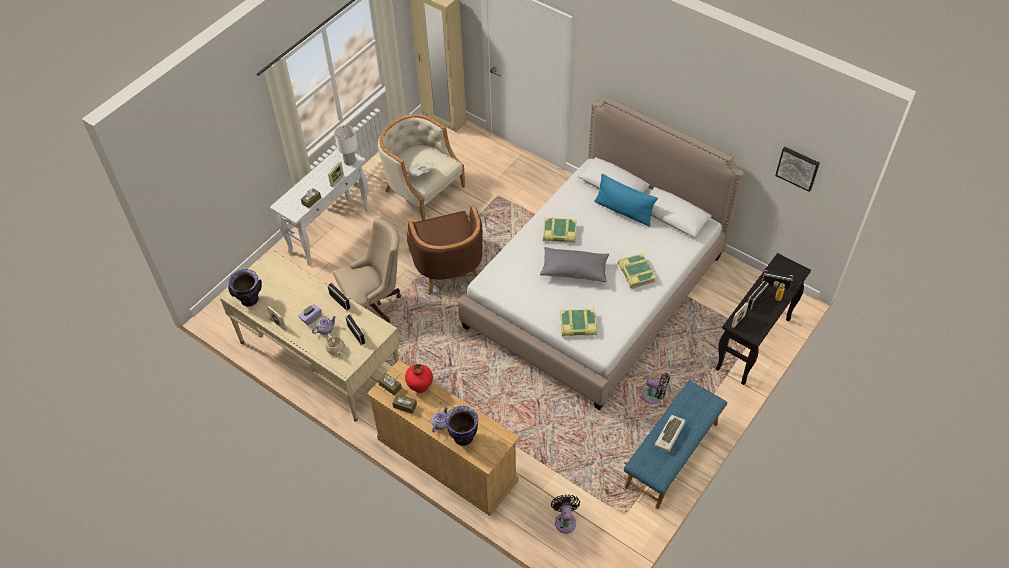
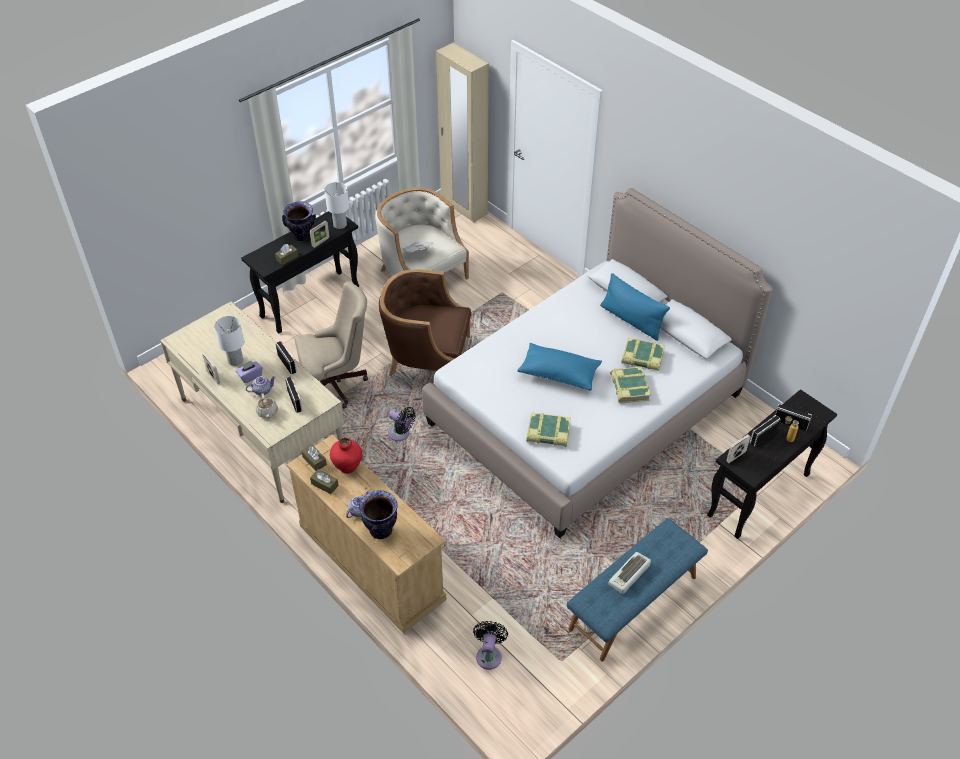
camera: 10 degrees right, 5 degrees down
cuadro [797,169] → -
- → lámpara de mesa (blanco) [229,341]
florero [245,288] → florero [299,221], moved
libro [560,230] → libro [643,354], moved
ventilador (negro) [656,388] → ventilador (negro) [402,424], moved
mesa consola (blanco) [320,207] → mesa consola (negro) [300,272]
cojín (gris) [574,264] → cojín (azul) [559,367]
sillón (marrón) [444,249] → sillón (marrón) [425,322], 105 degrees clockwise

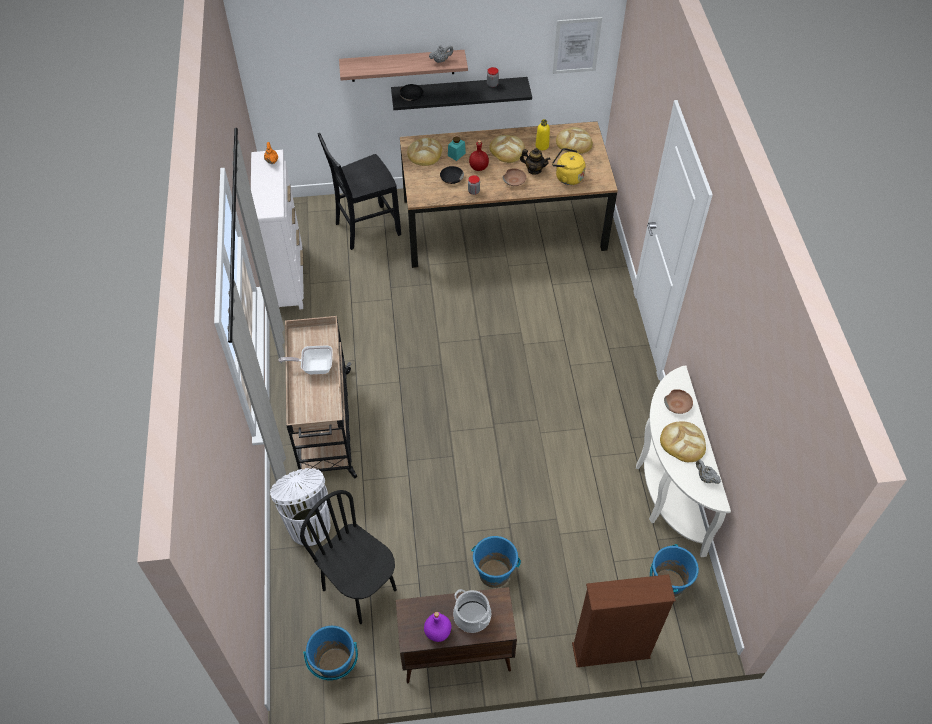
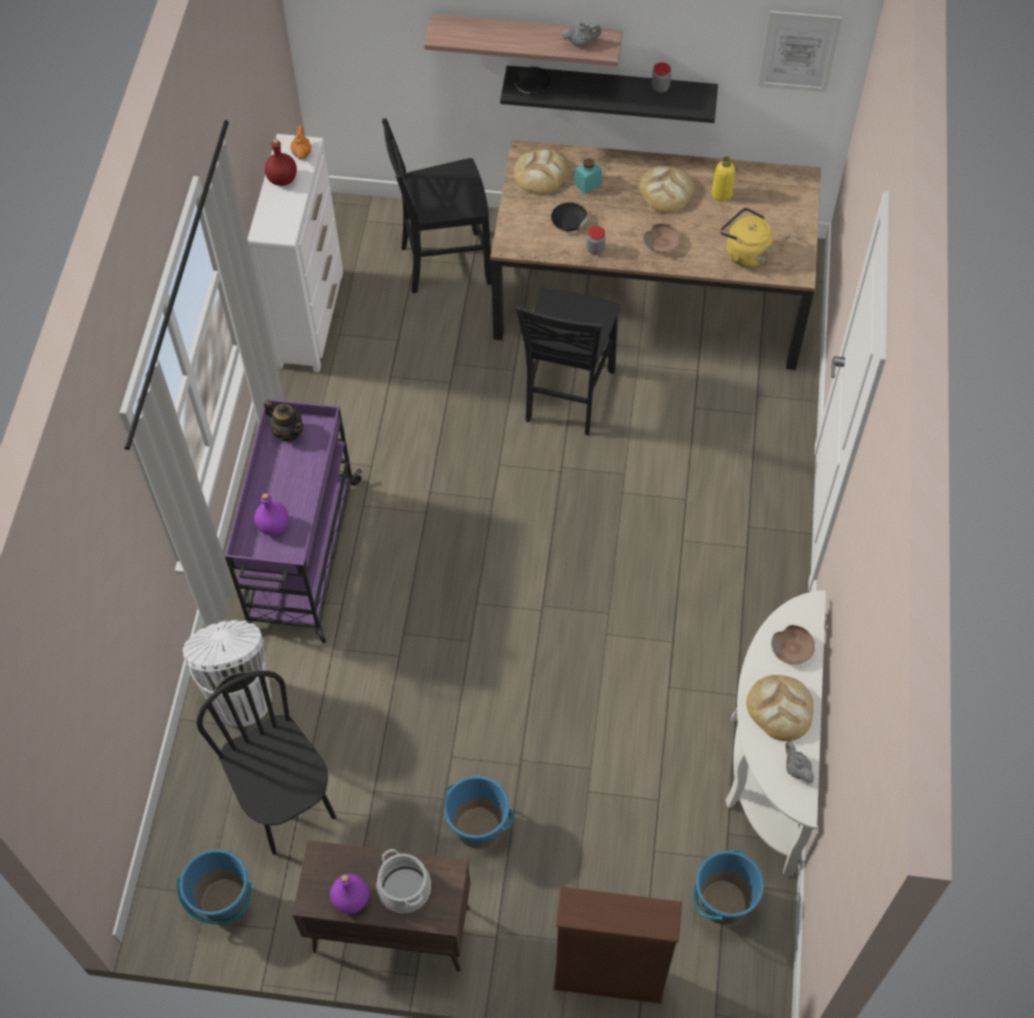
camera: 15 degrees right, 5 degrees up
sartén [305,360] → -
pan [574,140] → -
- → botella (morado) [271,514]
- → silla (negro) [568,361]
botella (rojo) [479,155] → botella (rojo) [281,162], moved
tetera [535,161] → tetera [284,421], moved
carrito (beis) [321,397] → carrito (morado) [294,521]

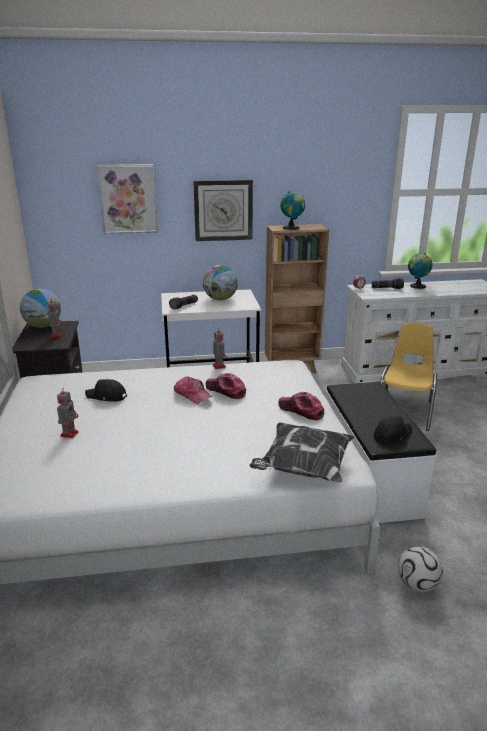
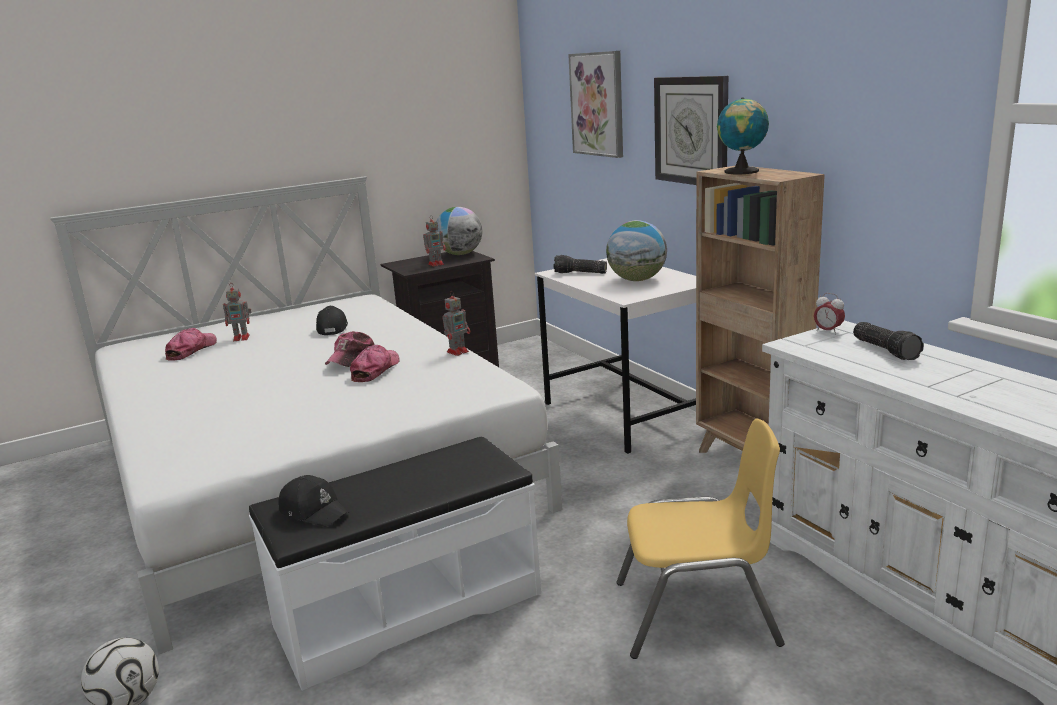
camera: 70 degrees right, 5 degrees down
cojín [301,452] → -
globo terráqueo [420,271] → -
gorra [301,406] → gorra [191,344], moved

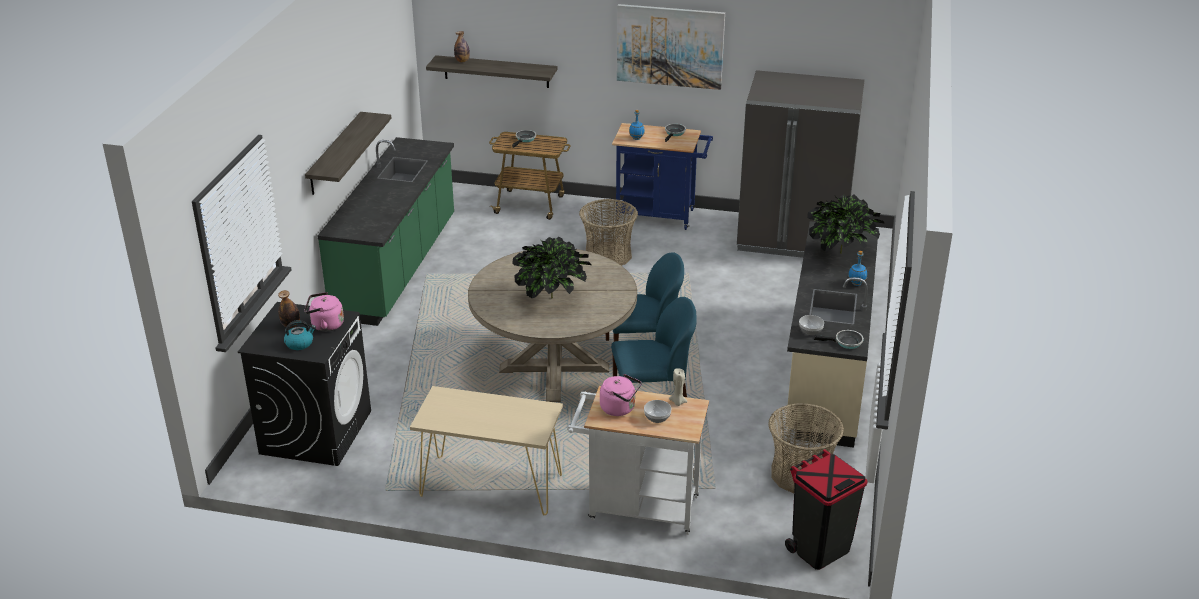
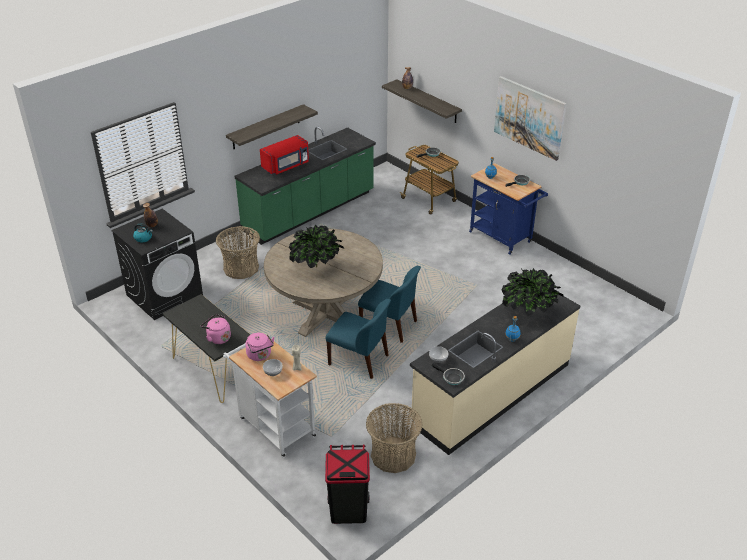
camera: 35 degrees right, 5 degrees up
nevera (gris) [800,164] → -
- → microondas (rojo) [284,155]
hervidor (rosa) [324,312] → hervidor (rosa) [216,329], moved
cesta [608,232] → cesta [238,252], moved
mesa consola (beis) [486,450] → mesa consola (negro) [206,348]

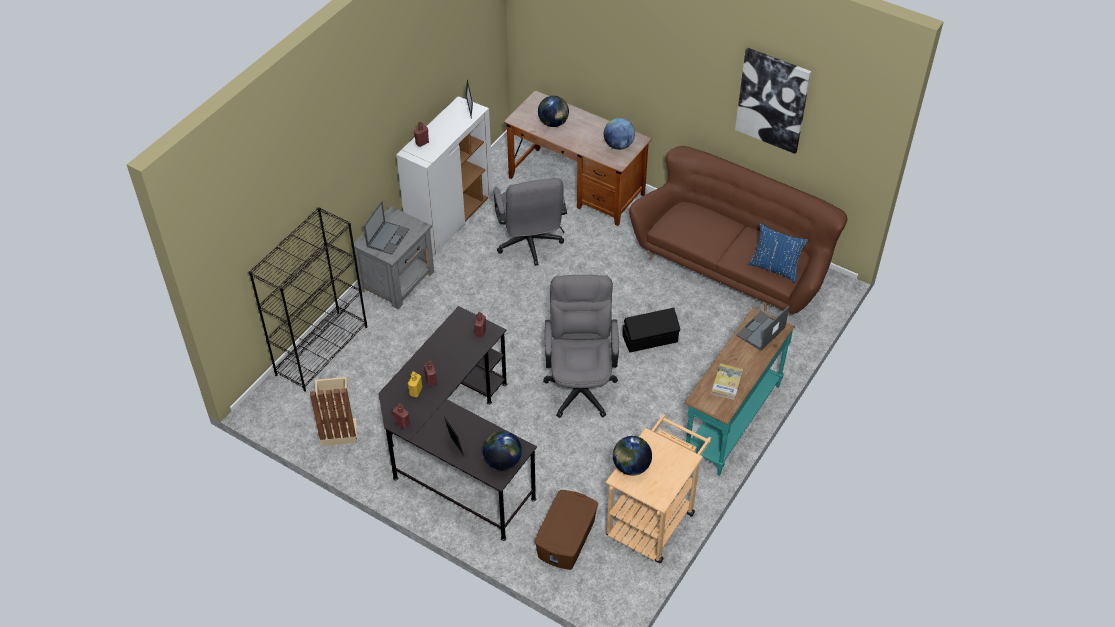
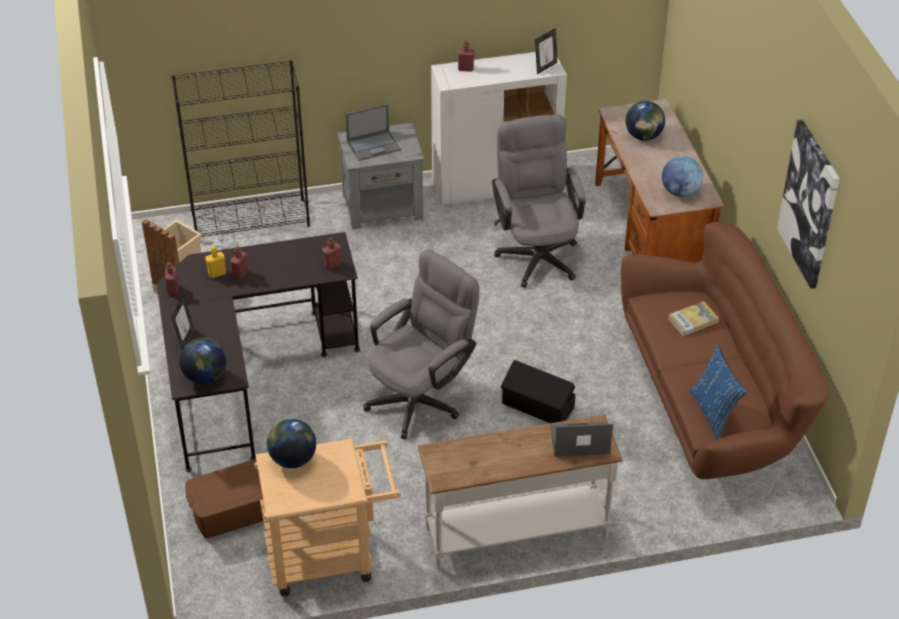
camera: 45 degrees right, 5 degrees down
libro [727,382] → libro [693,318], moved
mesa consola (turquesa) [739,392] → mesa consola (blanco) [520,491]
silla de oficina (gris) [530,222] → silla de oficina (gris) [539,201], 135 degrees clockwise

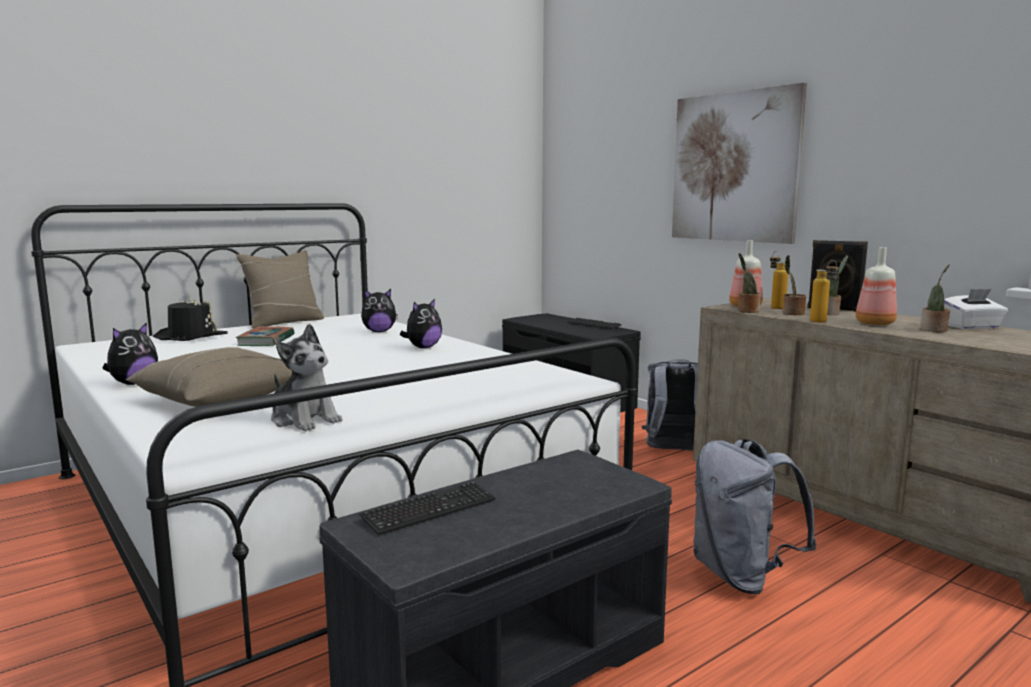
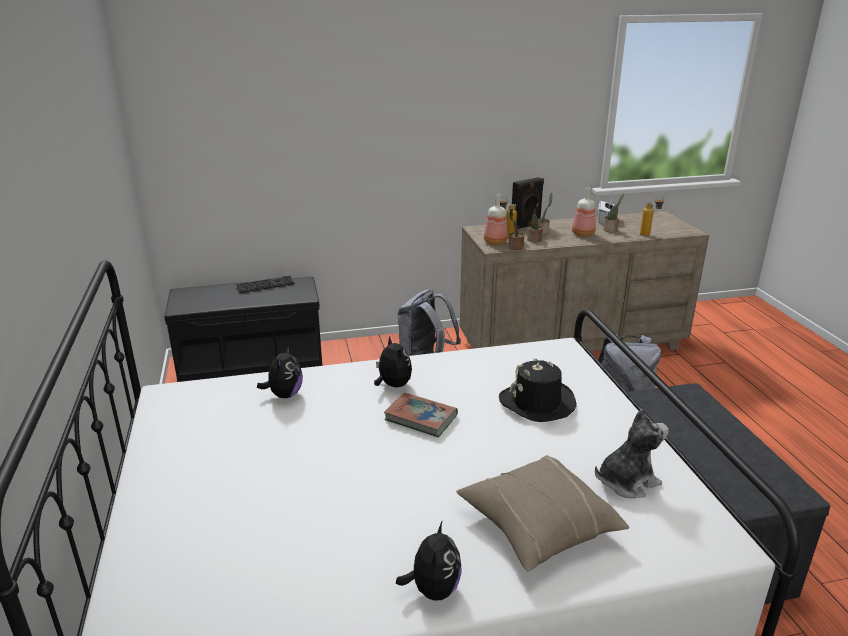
camera: 65 degrees left, 15 degrees up
cojín (beis) [280,289] → -
teclado [427,508] → -
cuadro [739,163] → -
sombrero (negro) [190,319] → sombrero (negro) [538,390], moved
libro [264,336] → libro [421,415], moved
botella [824,291] → botella [652,216], moved
peluche [130,353] → peluche [429,560], 45 degrees clockwise

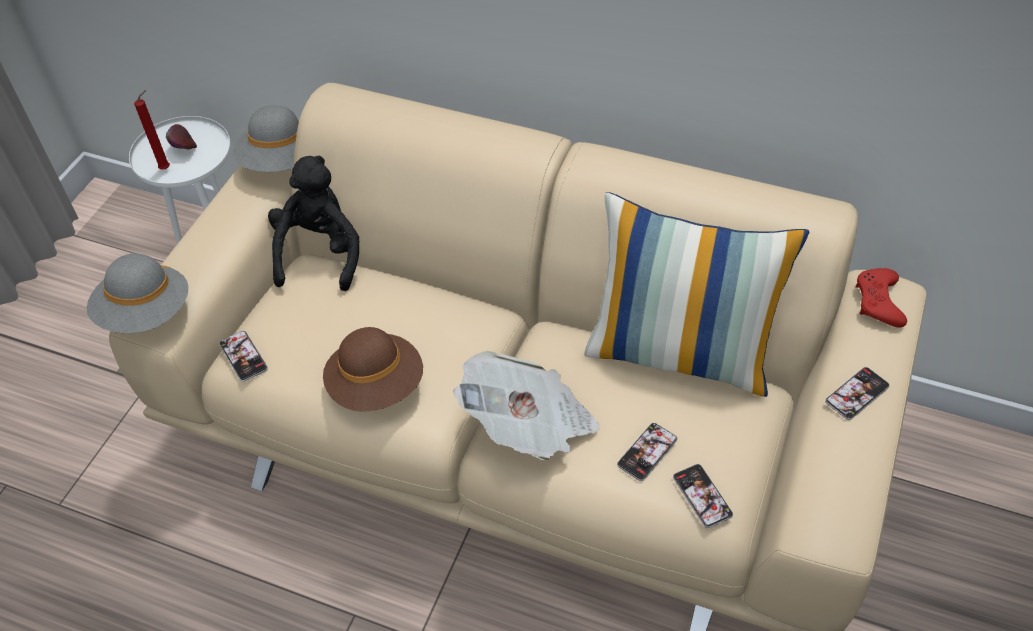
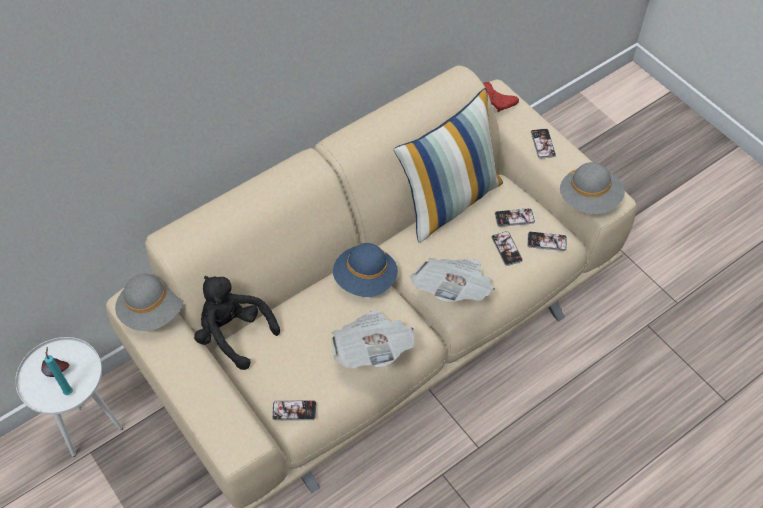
camera: 60 degrees left, 5 degrees up
- → sombrero (azul) [365,270]
- → móvil [515,217]
sombrero (gris) [138,293] → sombrero (gris) [592,188], moved
sombrero (marrón) [373,369] → periódico [373,339]
vela (rojo) [152,130] → vela (turquesa) [58,371]

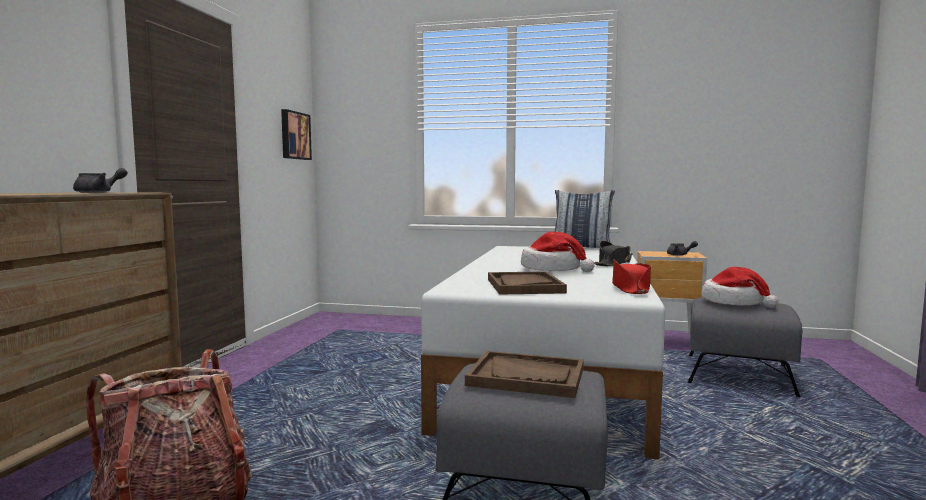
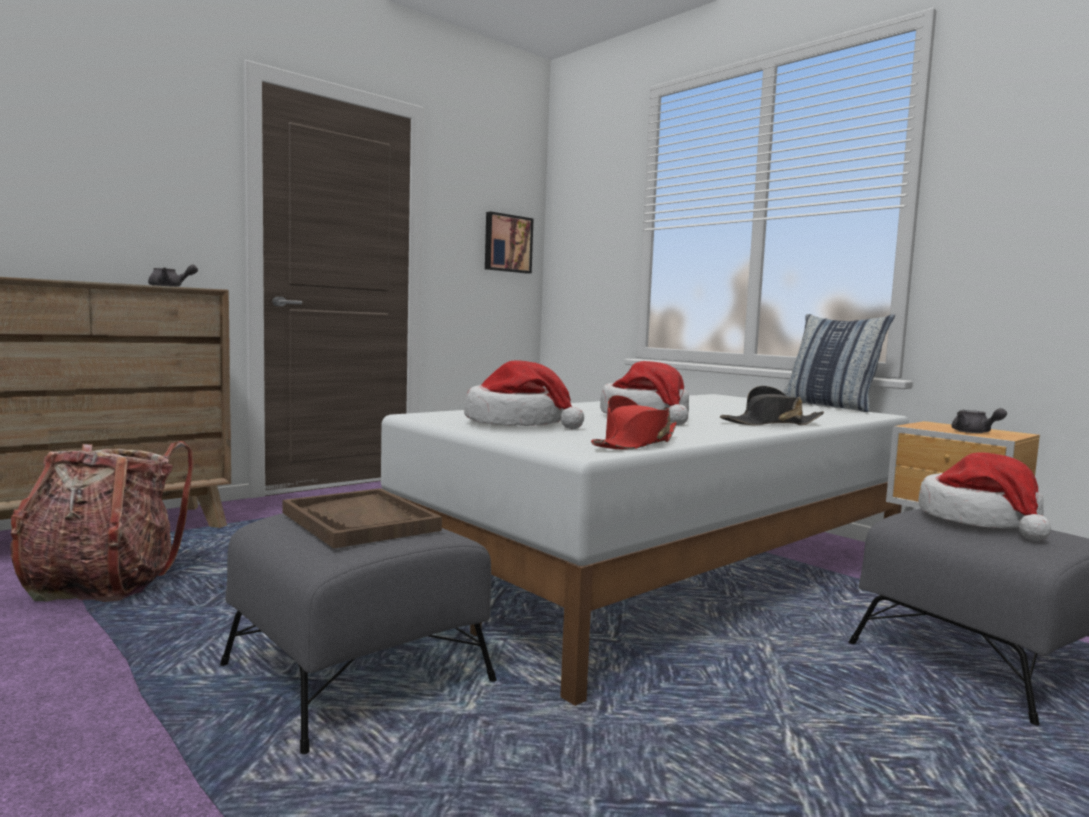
camera: 35 degrees right, 0 degrees up
bandeja (marrón) [527,283] → sombrero [524,395]

